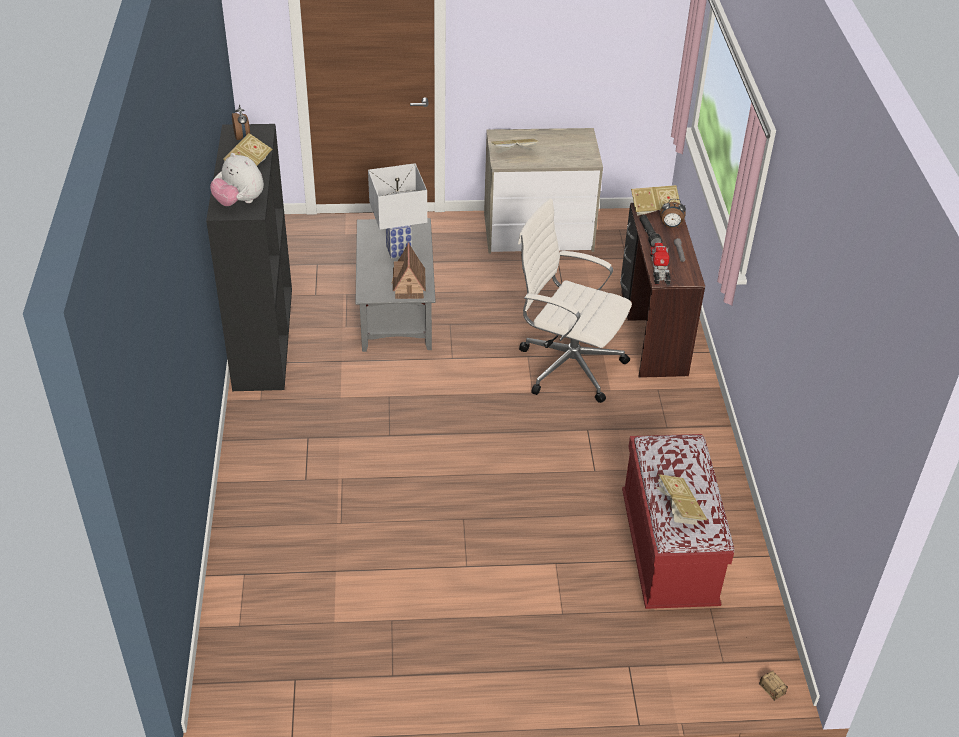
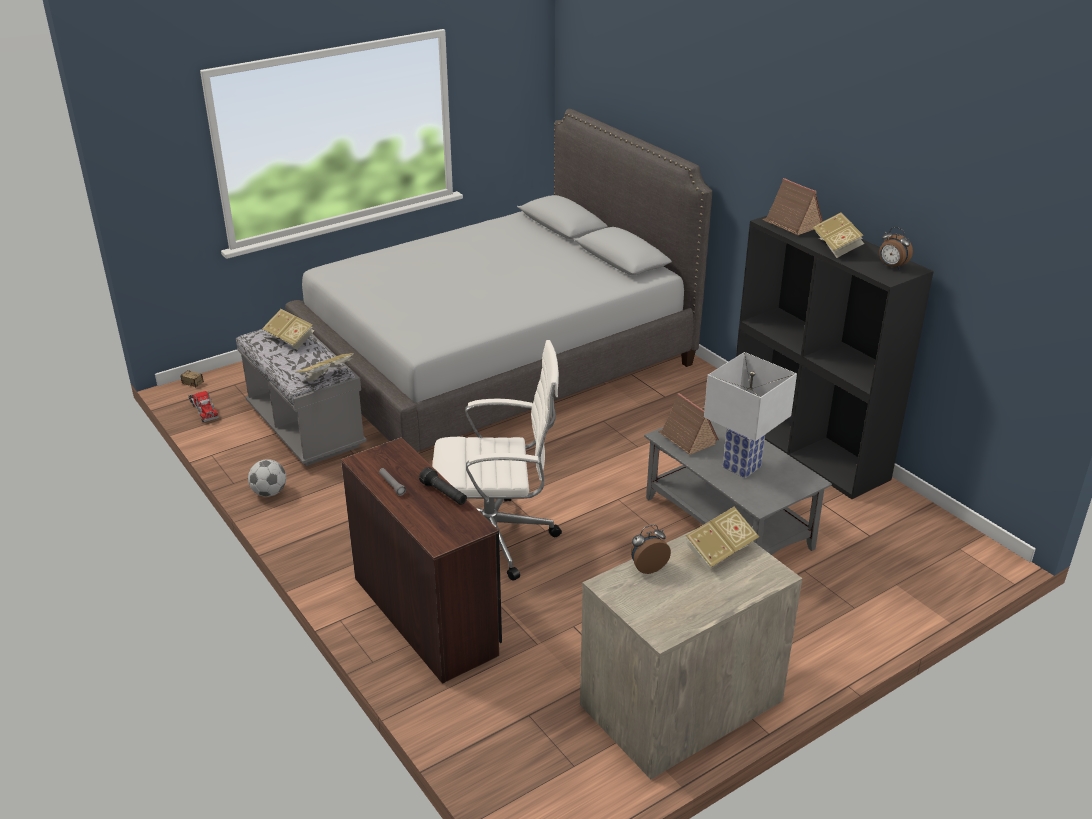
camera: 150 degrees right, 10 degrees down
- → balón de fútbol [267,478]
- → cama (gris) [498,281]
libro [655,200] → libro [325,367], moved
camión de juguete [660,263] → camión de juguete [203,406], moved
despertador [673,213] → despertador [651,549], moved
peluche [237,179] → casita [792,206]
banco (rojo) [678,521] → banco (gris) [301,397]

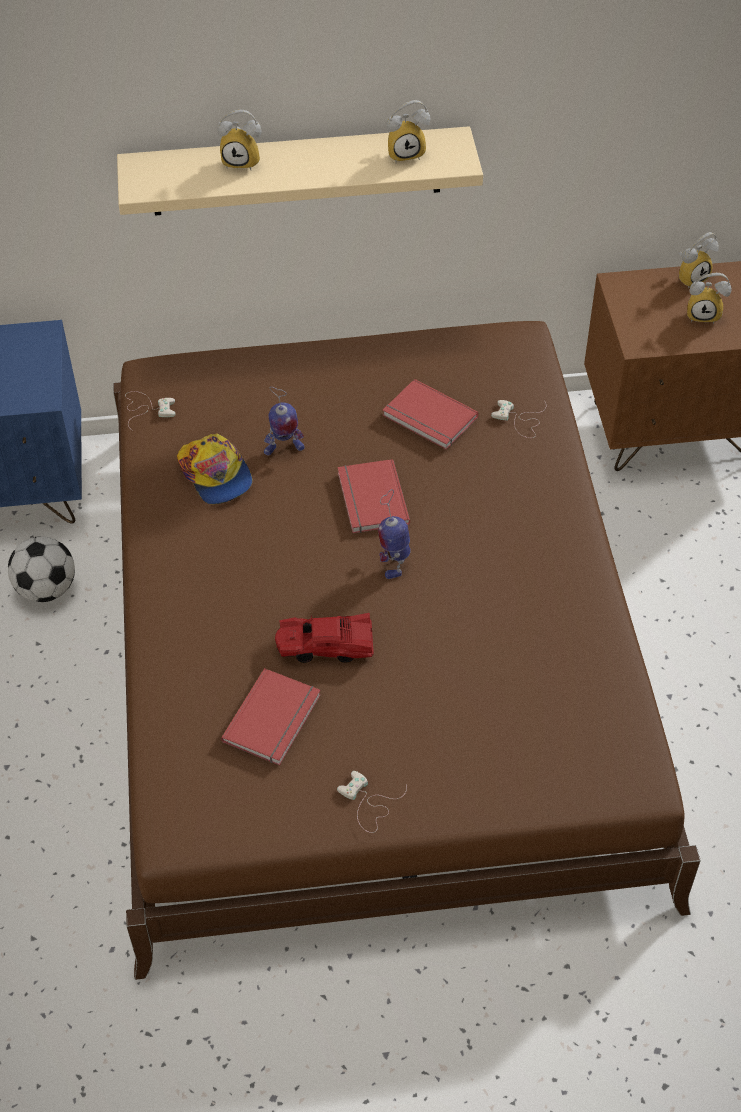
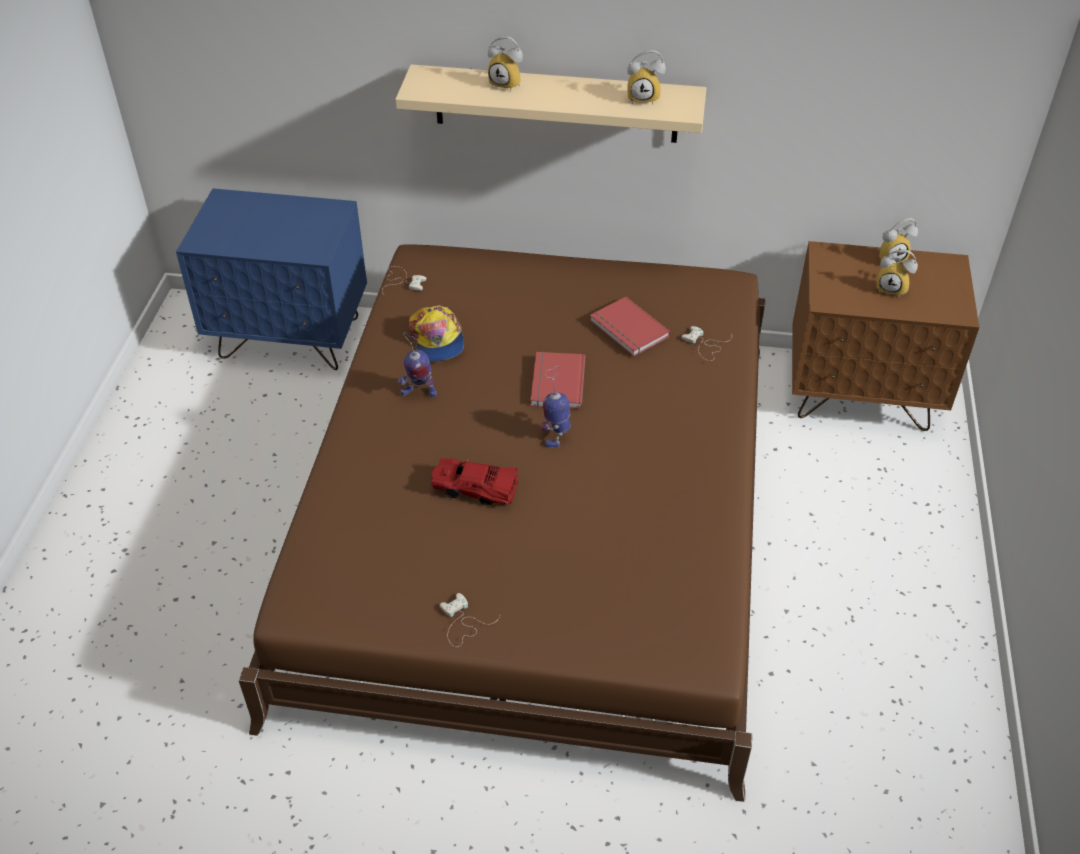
camera: 15 degrees right, 5 degrees down
balón de fútbol [41,569] → -
libro (rojo) [271,717] → -
robot de juguete [284,421] → robot de juguete [417,364], moved

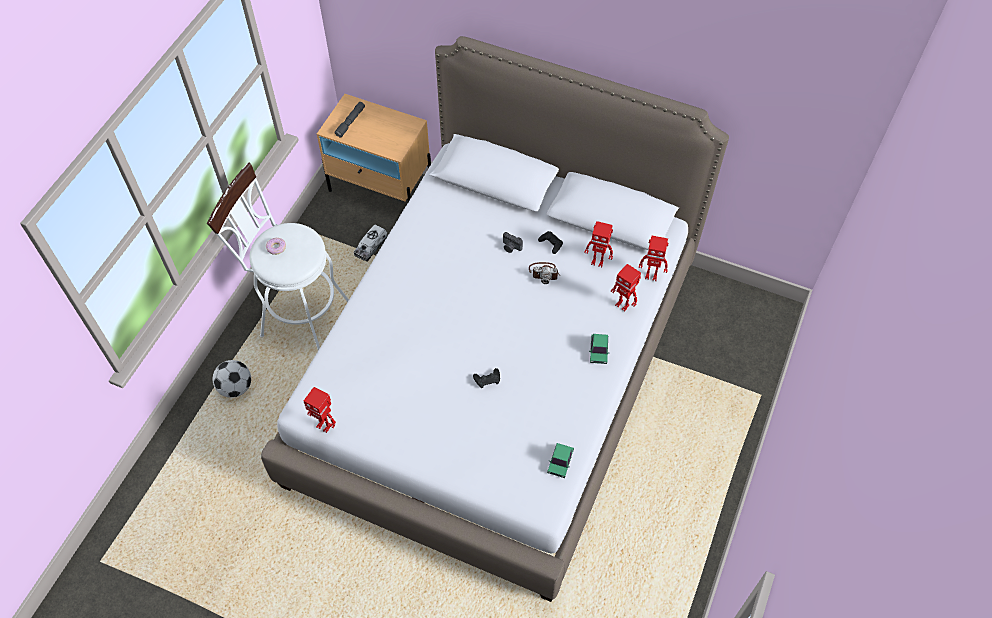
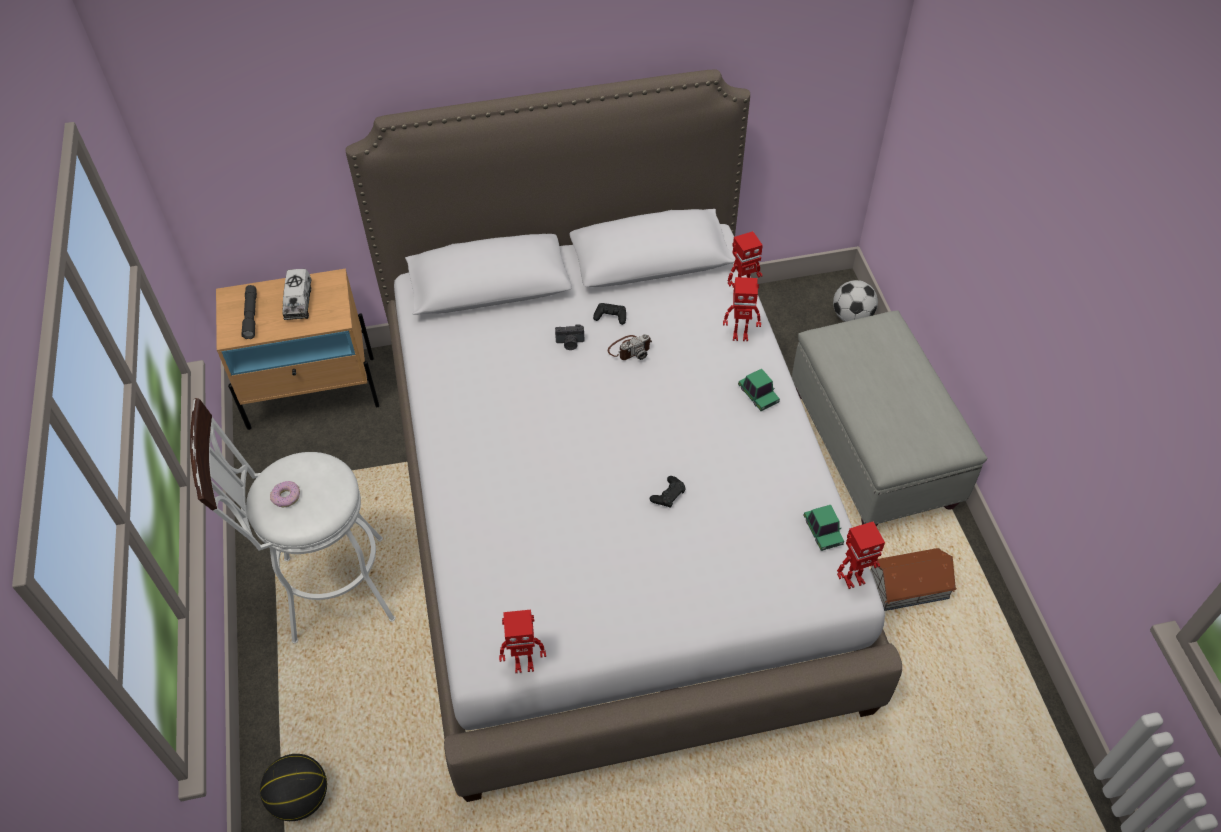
camera: 35 degrees left, 5 degrees down
- → balón de baloncesto [293,787]
- → puf (gris) [889,418]
- → casita [913,579]
balón de fútbol [231,379] → balón de fútbol [855,301], moved
camión de juguete [371,243] → camión de juguete [297,294], moved
robot de juguete [598,244] → robot de juguete [861,555], moved

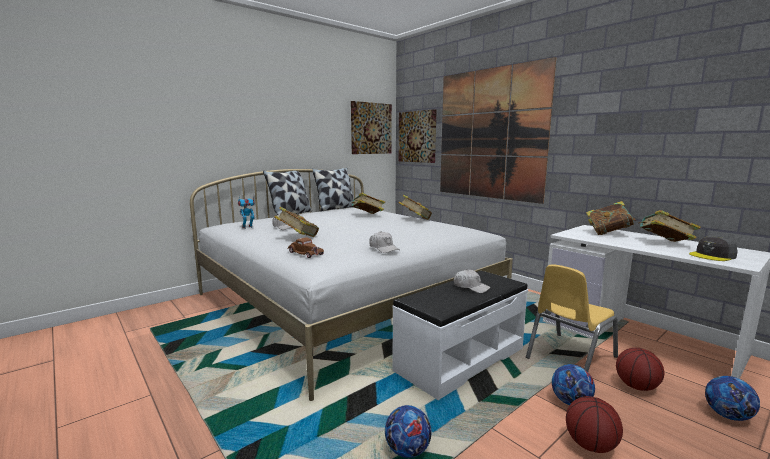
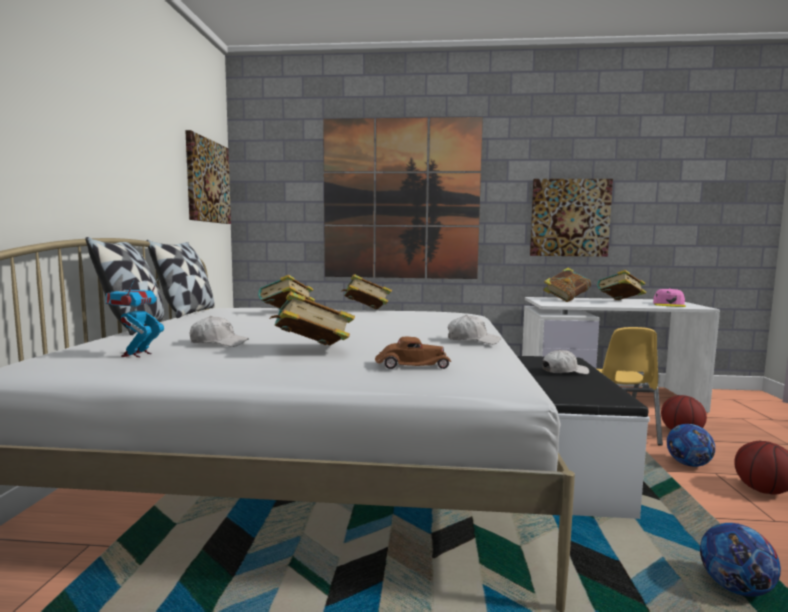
camera: 45 degrees left, 5 degrees down
balón de fútbol [732,398] → -
cuadro [418,136] → cuadro [571,218], moved
gorra (gris) [713,249] → gorra (rosa) [669,297]

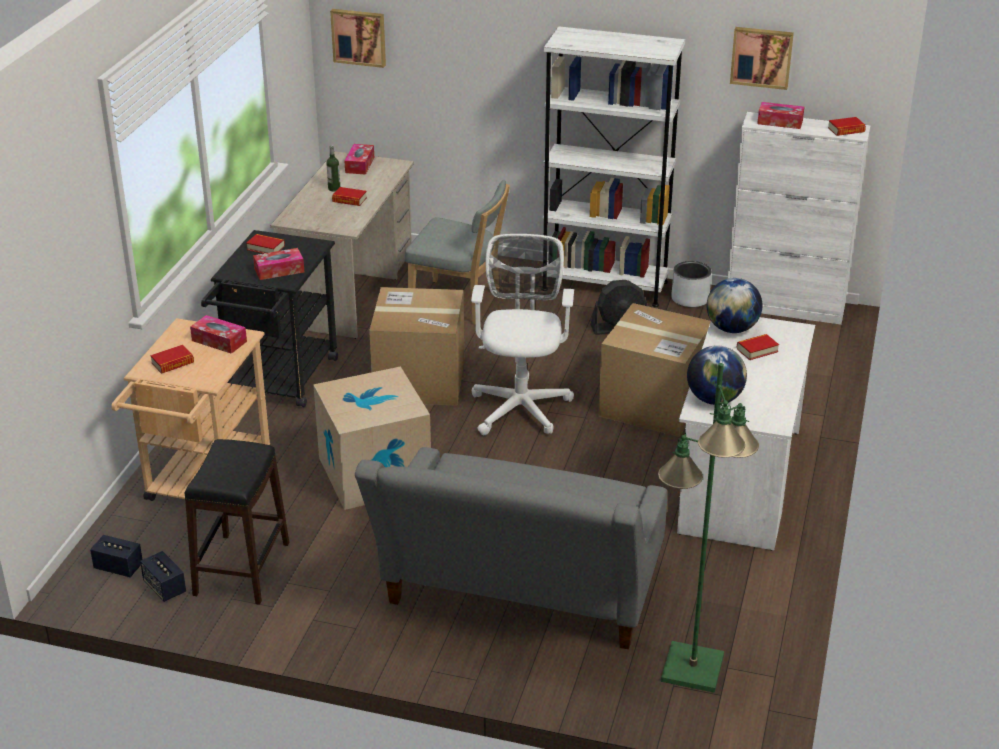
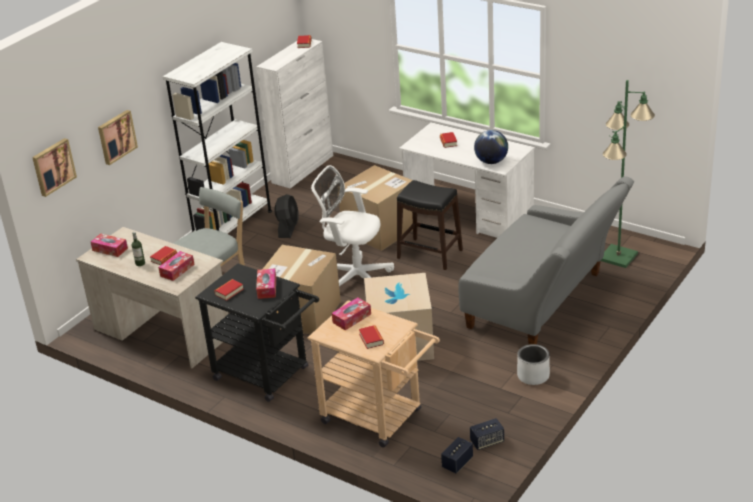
camera: 70 degrees left, 0 degrees up
globo terráqueo [735,305] → -
taburete (negro) [237,522] → taburete (negro) [430,225], moved
maceta (gris) [691,284] → maceta (gris) [533,364], moved
cuadro [762,58] → cuadro [118,137], moved
caja de pañuelos [780,115] → caja de pañuelos [176,266], moved

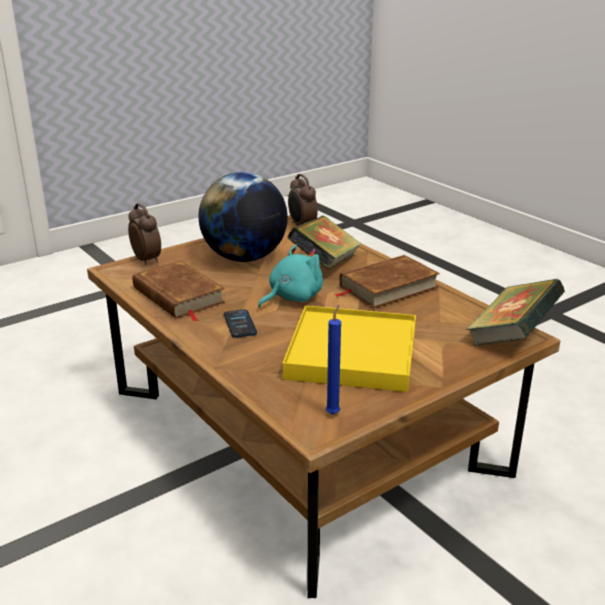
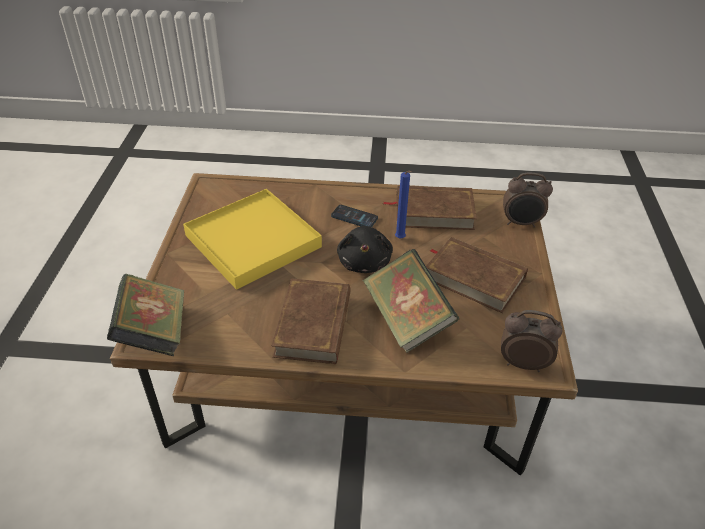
camera: 130 degrees right, 15 degrees up
vela (azul) [333,359] → vela (azul) [403,204], moved
globo terráqueo [243,217] → libro (marrón) [477,275]
peluche (turquesa) [290,276] → peluche (negro) [365,249]

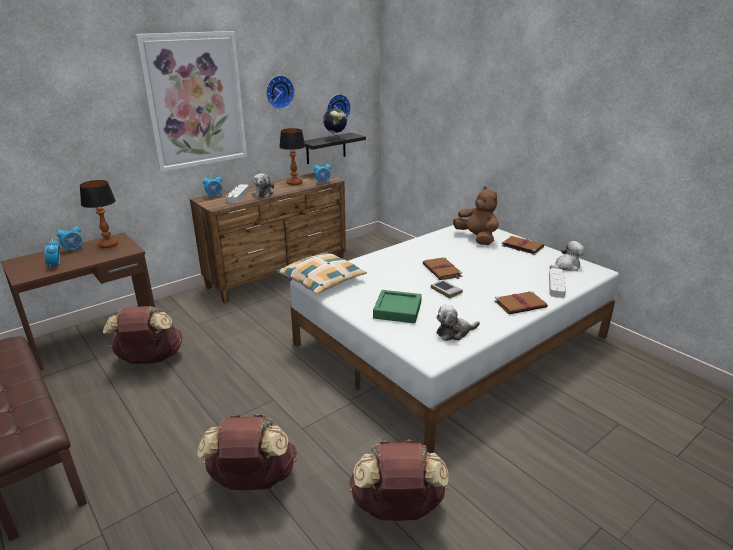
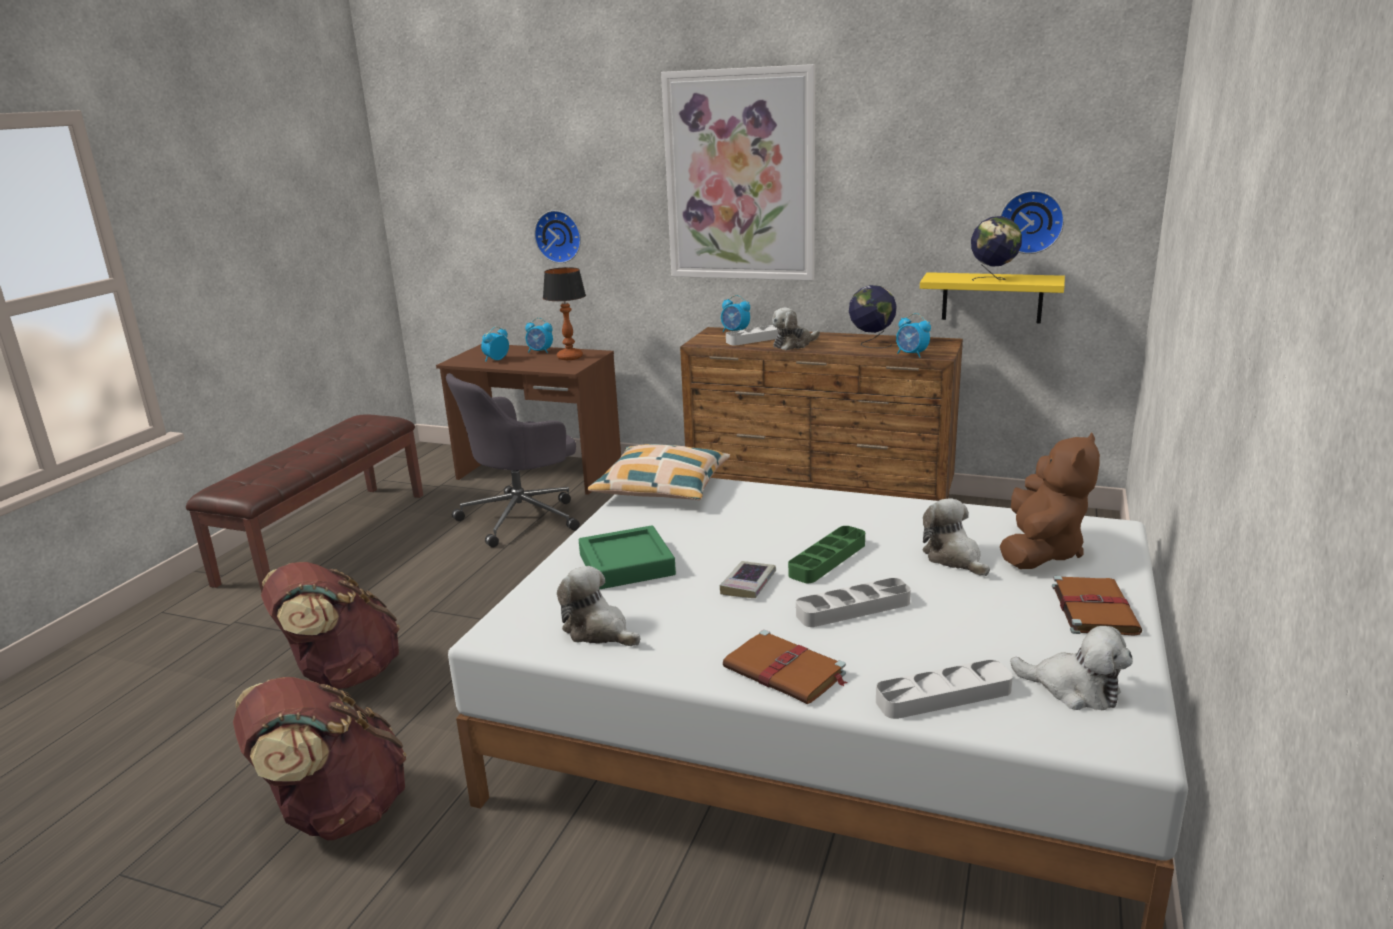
camera: 60 degrees right, 5 degrees down
- → bandeja (gris) [853,602]
- → peluche [956,537]
reloj de pared [280,92] → reloj de pared [557,236], moved
mochila (marrón) [142,335] → silla de oficina (gris) [513,460]
lámpara de mesa [292,156] → globo terráqueo [873,316]
libro (marrón) [442,268] → bandeja (verde) [826,554]
estante (negro) [335,148] → estante (amarillo) [992,297]

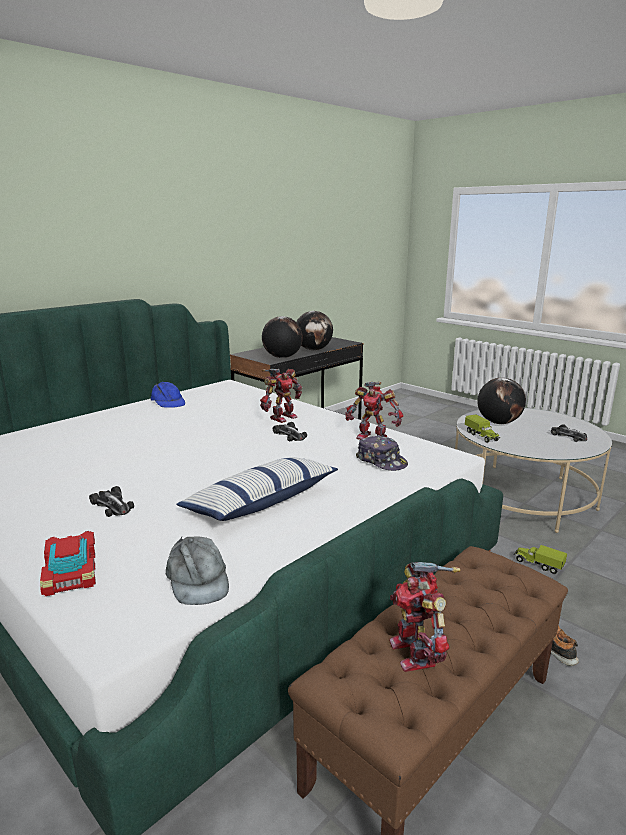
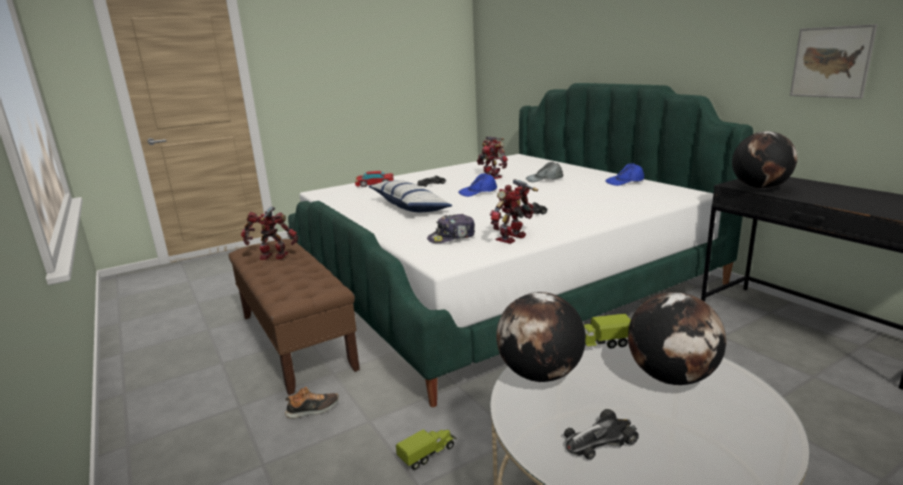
camera: 105 degrees right, 0 degrees up
- → gorra (azul) [477,185]
- → cuadro [834,61]
gorra (gris) [197,571] → gorra (gris) [544,172], moved
robot de juguete [281,396] → robot de juguete [492,158], moved
globo terráqueo [314,330] → globo terráqueo [541,337], moved

